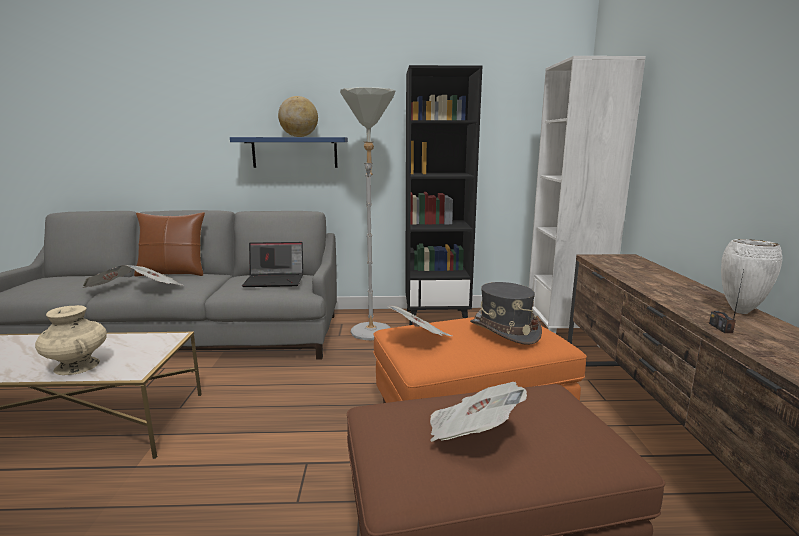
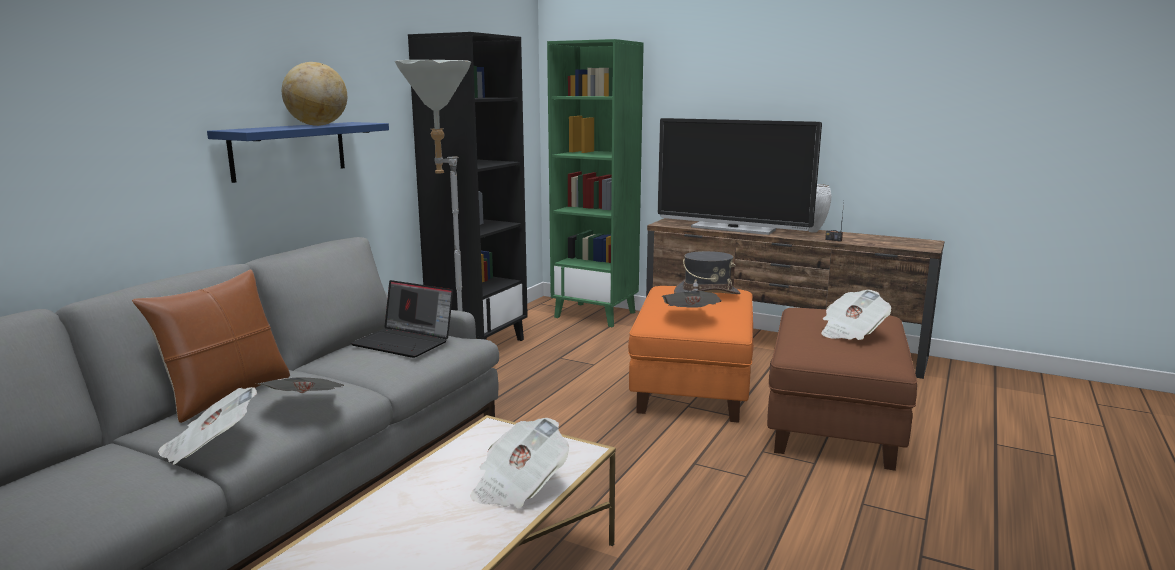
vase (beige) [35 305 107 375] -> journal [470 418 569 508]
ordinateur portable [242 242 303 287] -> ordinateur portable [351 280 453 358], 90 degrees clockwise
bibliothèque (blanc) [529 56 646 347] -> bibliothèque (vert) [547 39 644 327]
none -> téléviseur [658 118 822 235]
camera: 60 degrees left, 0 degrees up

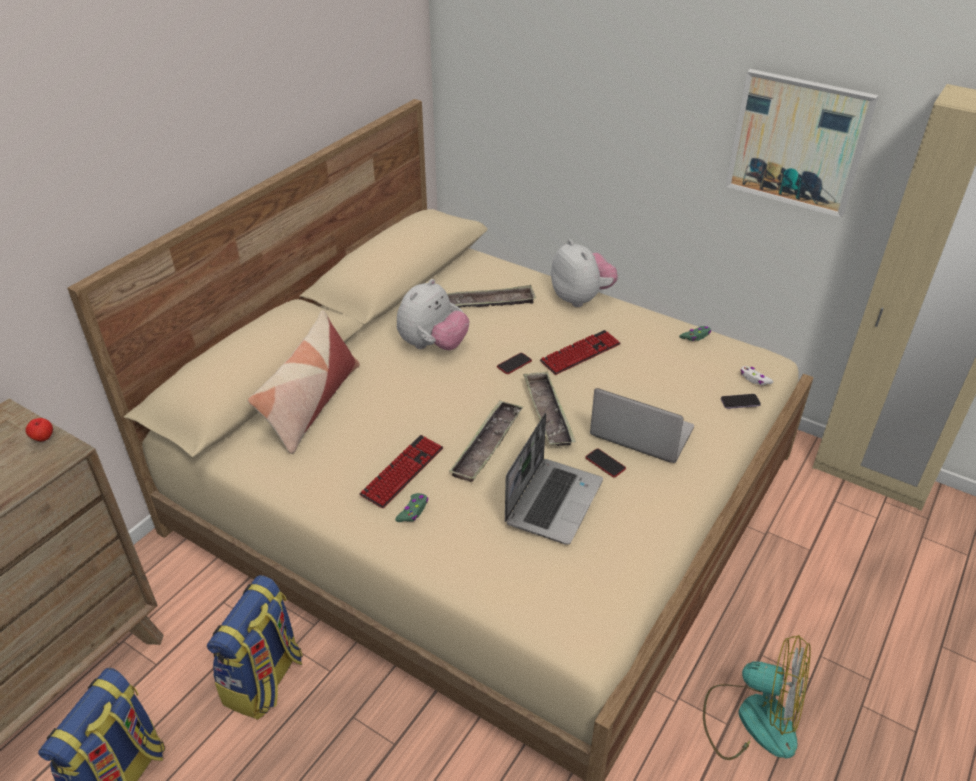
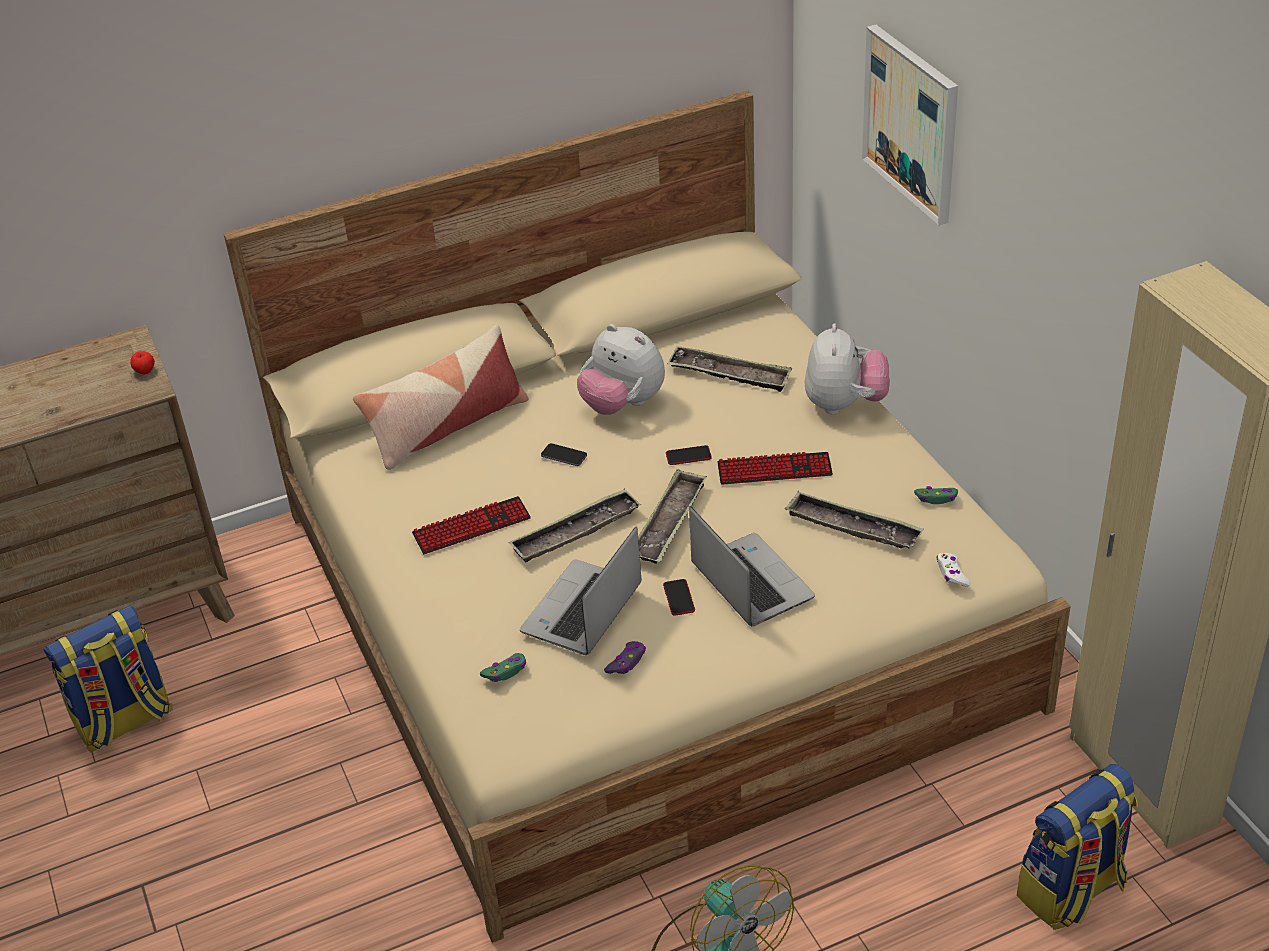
sac à dos [207 575 303 720] -> sac à dos [1017 764 1137 930], move
manette (vert) [395 493 428 522] -> manette (vert) [480 653 526 682], move
peluche [397 279 469 350] -> peluche [577 324 665 415], 60 degrees clockwise
ordinateur portable [505 413 603 545] -> ordinateur portable [520 526 642 655], 150 degrees clockwise
téléphone [721 394 761 409] -> téléphone [541 443 587 466], move
tableau [725 69 878 218] -> tableau [862 25 958 226], move
none -> manette (violet) [604 641 646 674]
none -> plateau [785 492 924 549]
camera: 35 degrees right, 0 degrees up

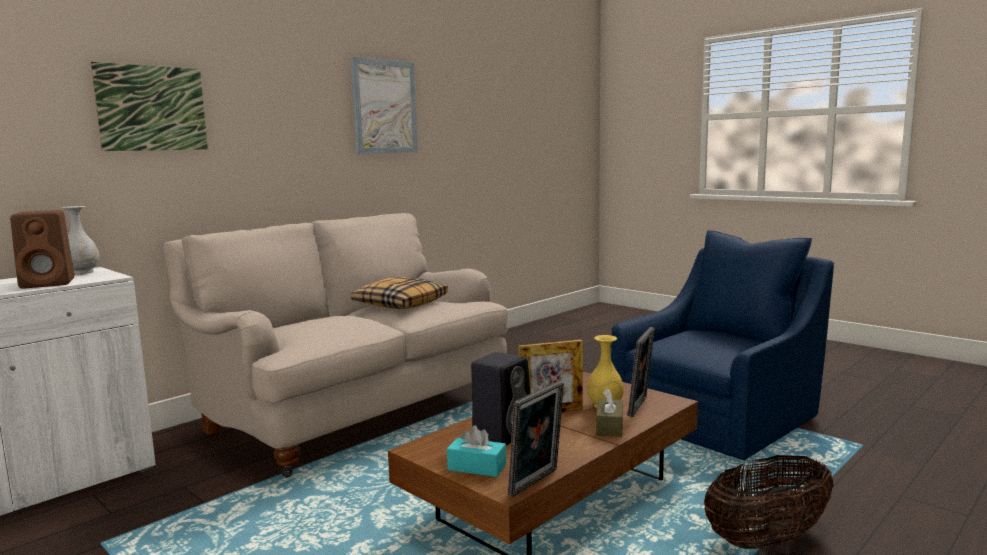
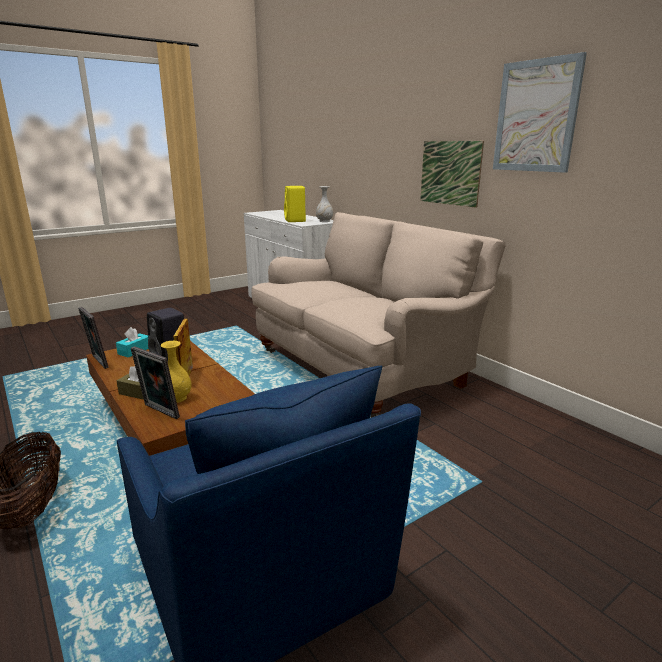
enceinte (marron) [10 210 74 289] -> enceinte (jaune) [284 186 306 222]
tableau [90 62 208 151] -> tableau [420 141 484 208], move
coussin [351 277 448 309] -> none
camera: 100 degrees right, 10 degrees up

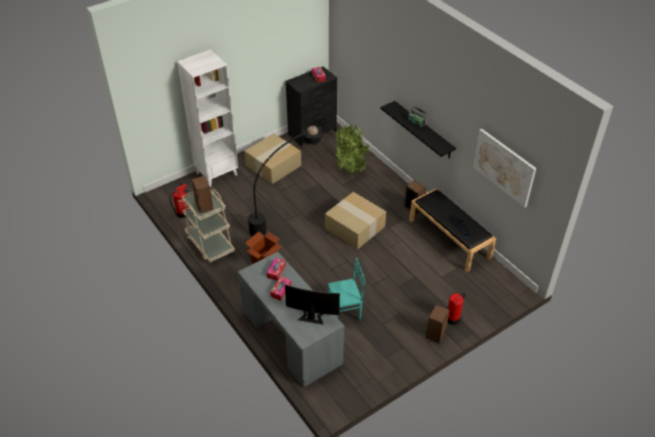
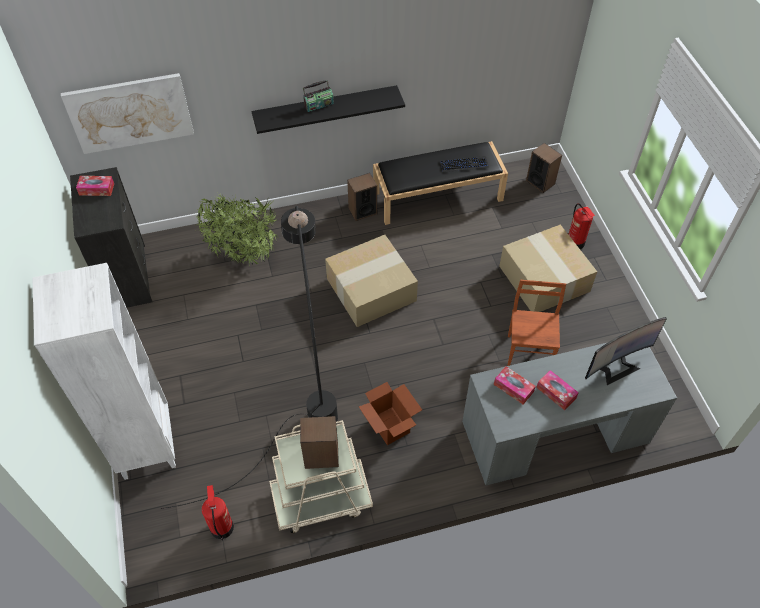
carton [244 134 301 184] -> carton [499 225 597 312], move
écran d'ordinateur [285 284 340 325] -> écran d'ordinateur [585 317 667 385], 150 degrees counterclockwise
chaise (turquoise) [328 258 365 321] -> chaise (marron) [507 280 566 366]
enceinte [426 305 450 343] -> enceinte [526 143 562 193], move
tableau [473 129 536 208] -> tableau [61 73 194 154], move
camera: 70 degrees left, 10 degrees up

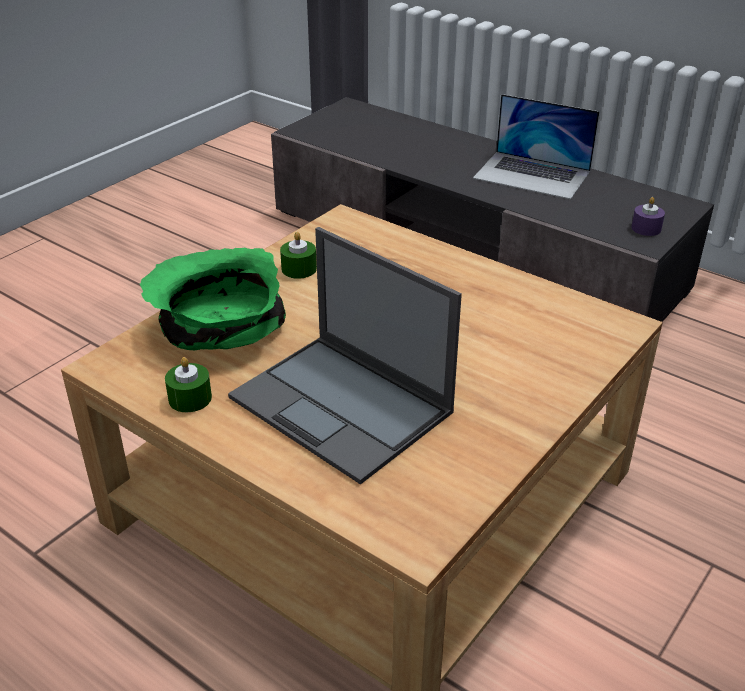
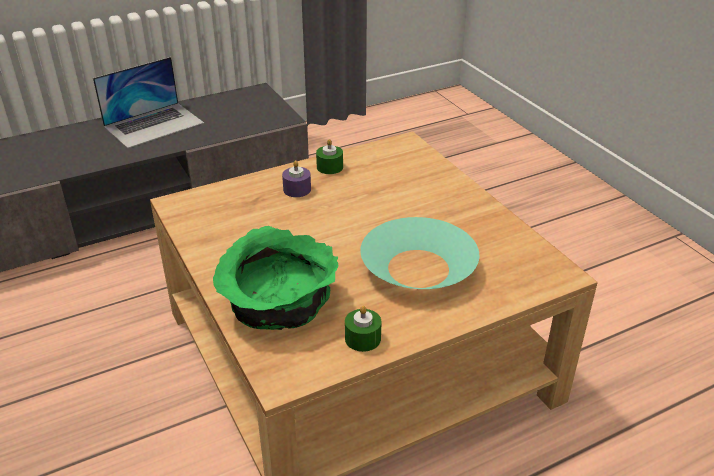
ordinateur portable [228 227 462 485] -> bol (turquoise) [360 217 479 289]
bougie (vert) [280 232 317 279] -> bougie (vert) [316 139 343 174], move
bougie (violet) [631 197 665 236] -> bougie (violet) [282 161 311 197], move
camera: 65 degrees left, 0 degrees up

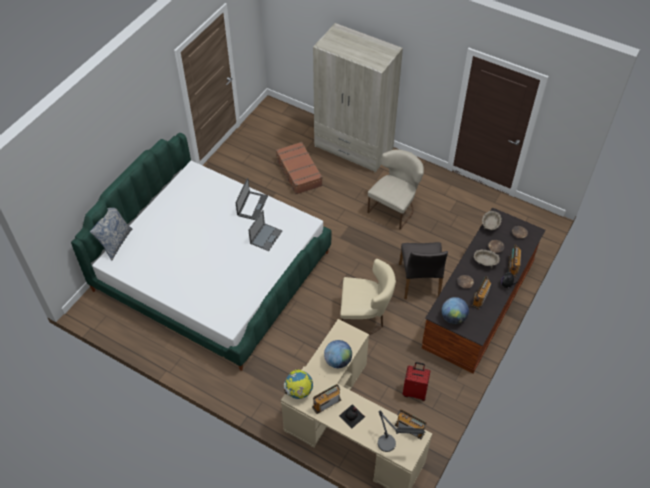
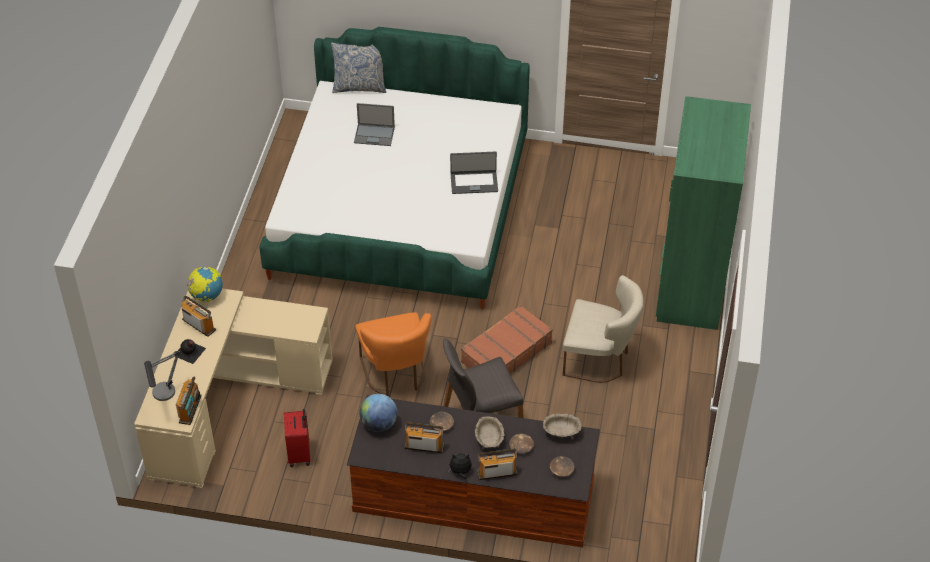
ordinateur portable [248 210 283 251] -> ordinateur portable [354 103 395 146], move
valise (marron) [276 142 322 194] -> valise (marron) [461 305 553 374], move
armoire (beige) [313 23 403 172] -> armoire (vert) [656 96 751 330]
globe [324 340 352 368] -> none
chaise (beige) [340 259 396 335] -> chaise (orange) [356 312 431 396]
camera: 70 degrees right, 5 degrees down

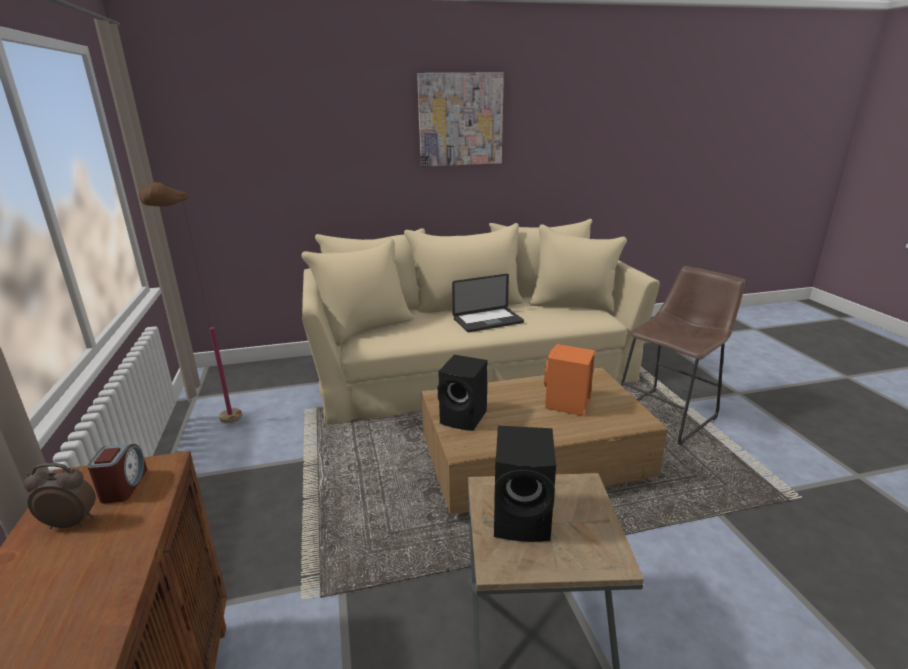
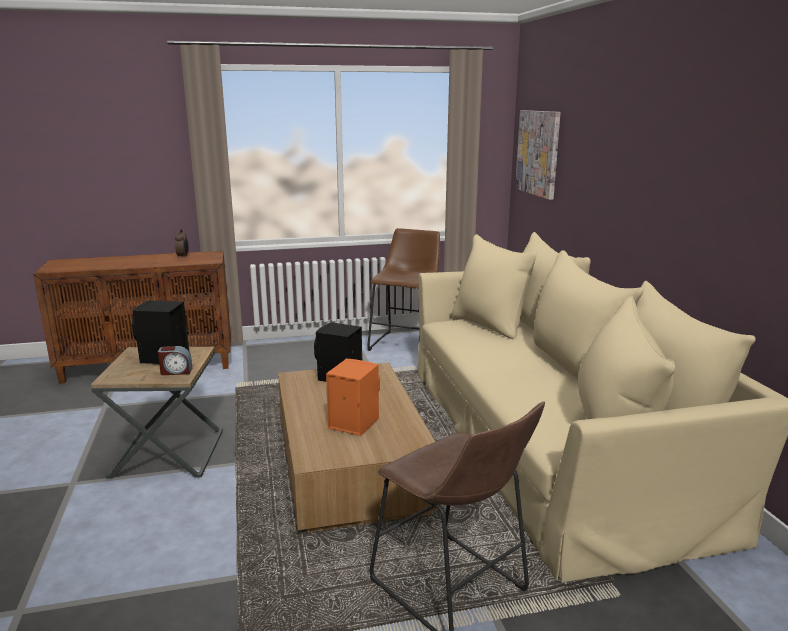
réveil [87 444 147 503] -> réveil [158 346 192 375], move
lampadaire (marron) [139 182 242 423] -> tabouret (marron) [367 228 440 351]
tableau [417 72 504 167] -> tableau [515 110 561 200], move
ordinateur portable [452 274 524 332] -> none
camera: 90 degrees right, 5 degrees down

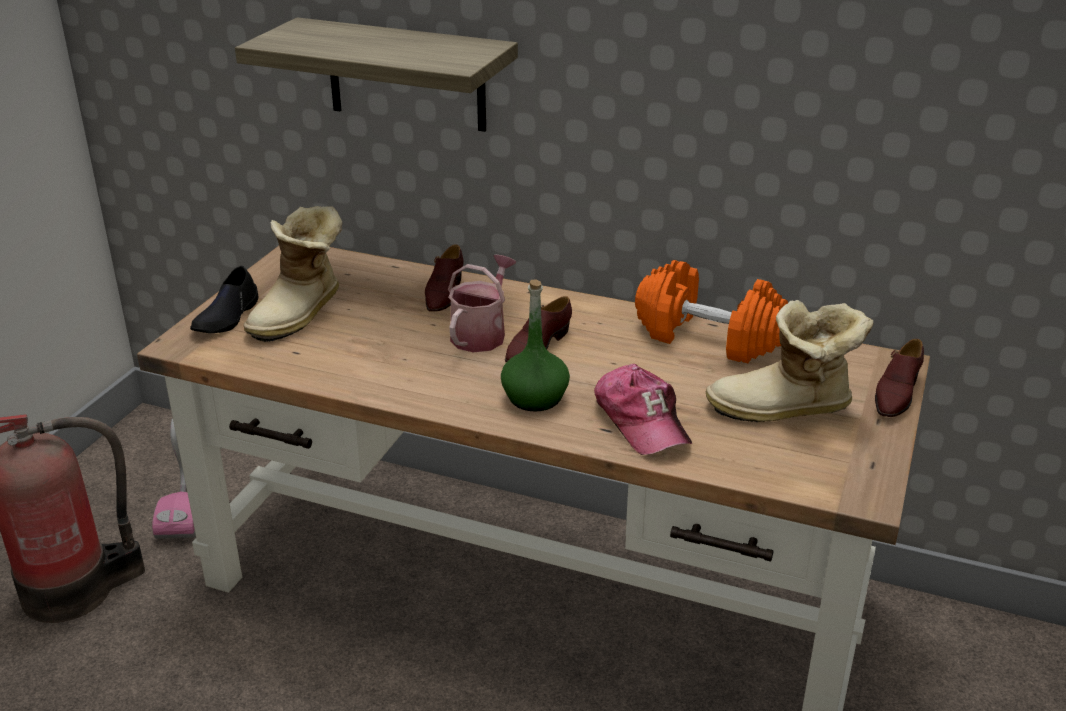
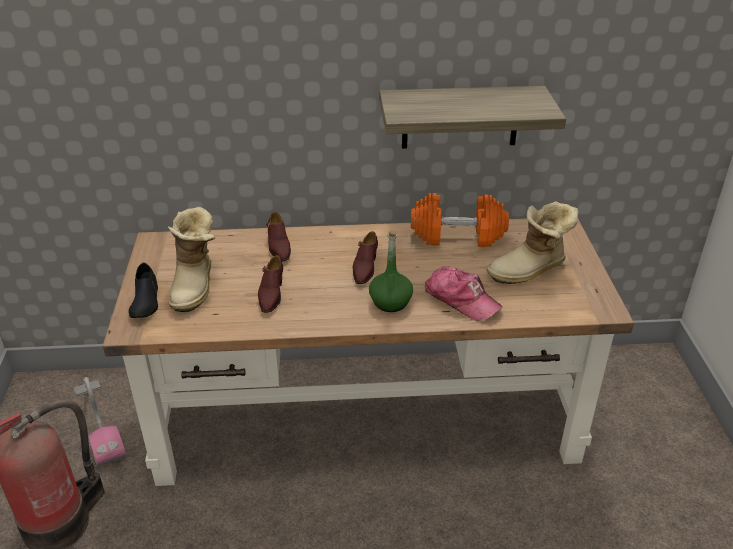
étagère [235 17 518 132] -> étagère [379 86 566 149], move
arrosoir [448 255 516 353] -> none
chaussure (marron) [875 339 924 417] -> chaussure (marron) [258 255 283 313], move
camera: 25 degrees left, 5 degrees up

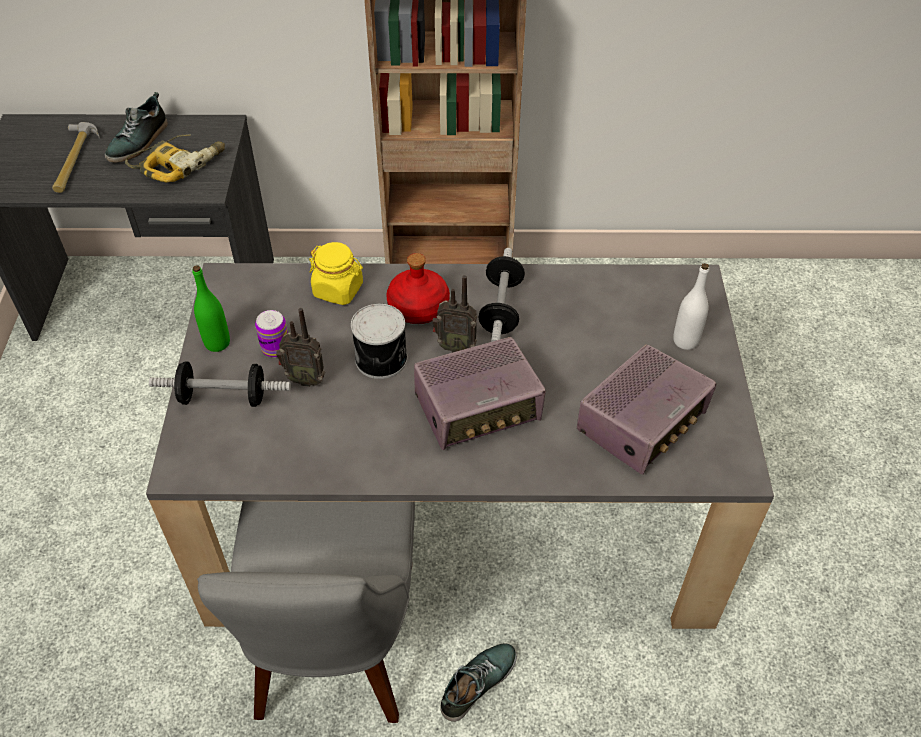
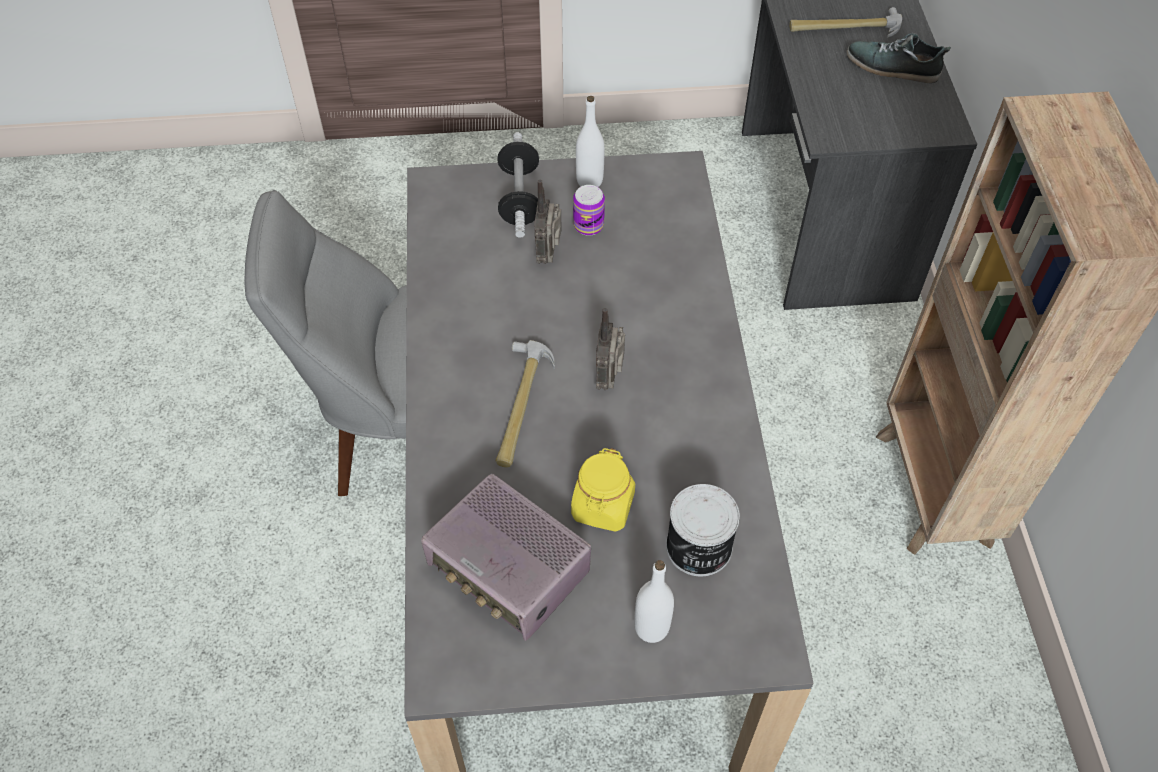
perceuse [125 134 225 183] -> none
bouteille (vert) [193 265 230 352] -> bouteille (blanc) [576 96 604 187]
bocal (jaune) [309 242 363 305] -> bocal (jaune) [571 448 635 532], move
boîte métallique [351 304 407 379] -> boîte métallique [666 484 740 577], move
bouteille (rouge) [386 253 450 324] -> none
radio [414 337 546 450] -> marteau [496 340 555 467]
chaussure [441 643 517 722] -> none
haltère [478 248 525 342] -> none
camera: 85 degrees right, 5 degrees up

